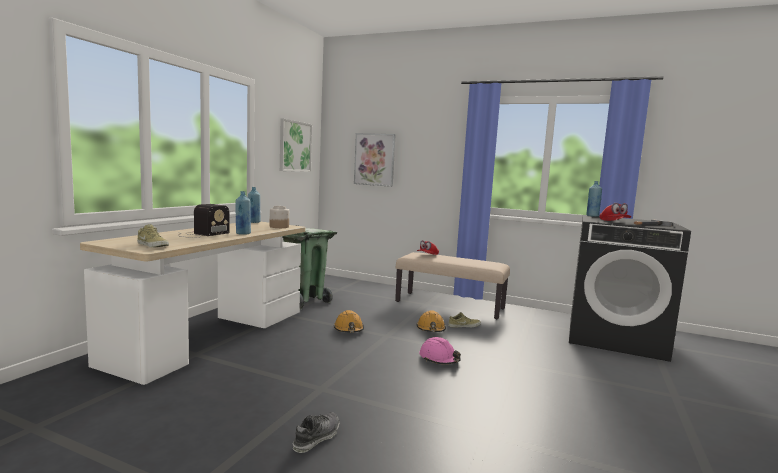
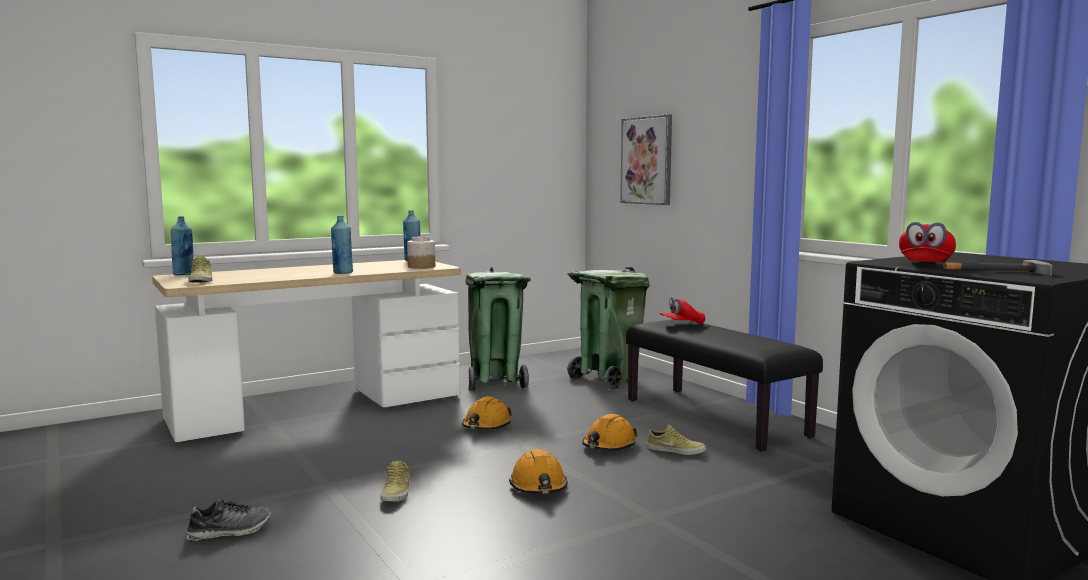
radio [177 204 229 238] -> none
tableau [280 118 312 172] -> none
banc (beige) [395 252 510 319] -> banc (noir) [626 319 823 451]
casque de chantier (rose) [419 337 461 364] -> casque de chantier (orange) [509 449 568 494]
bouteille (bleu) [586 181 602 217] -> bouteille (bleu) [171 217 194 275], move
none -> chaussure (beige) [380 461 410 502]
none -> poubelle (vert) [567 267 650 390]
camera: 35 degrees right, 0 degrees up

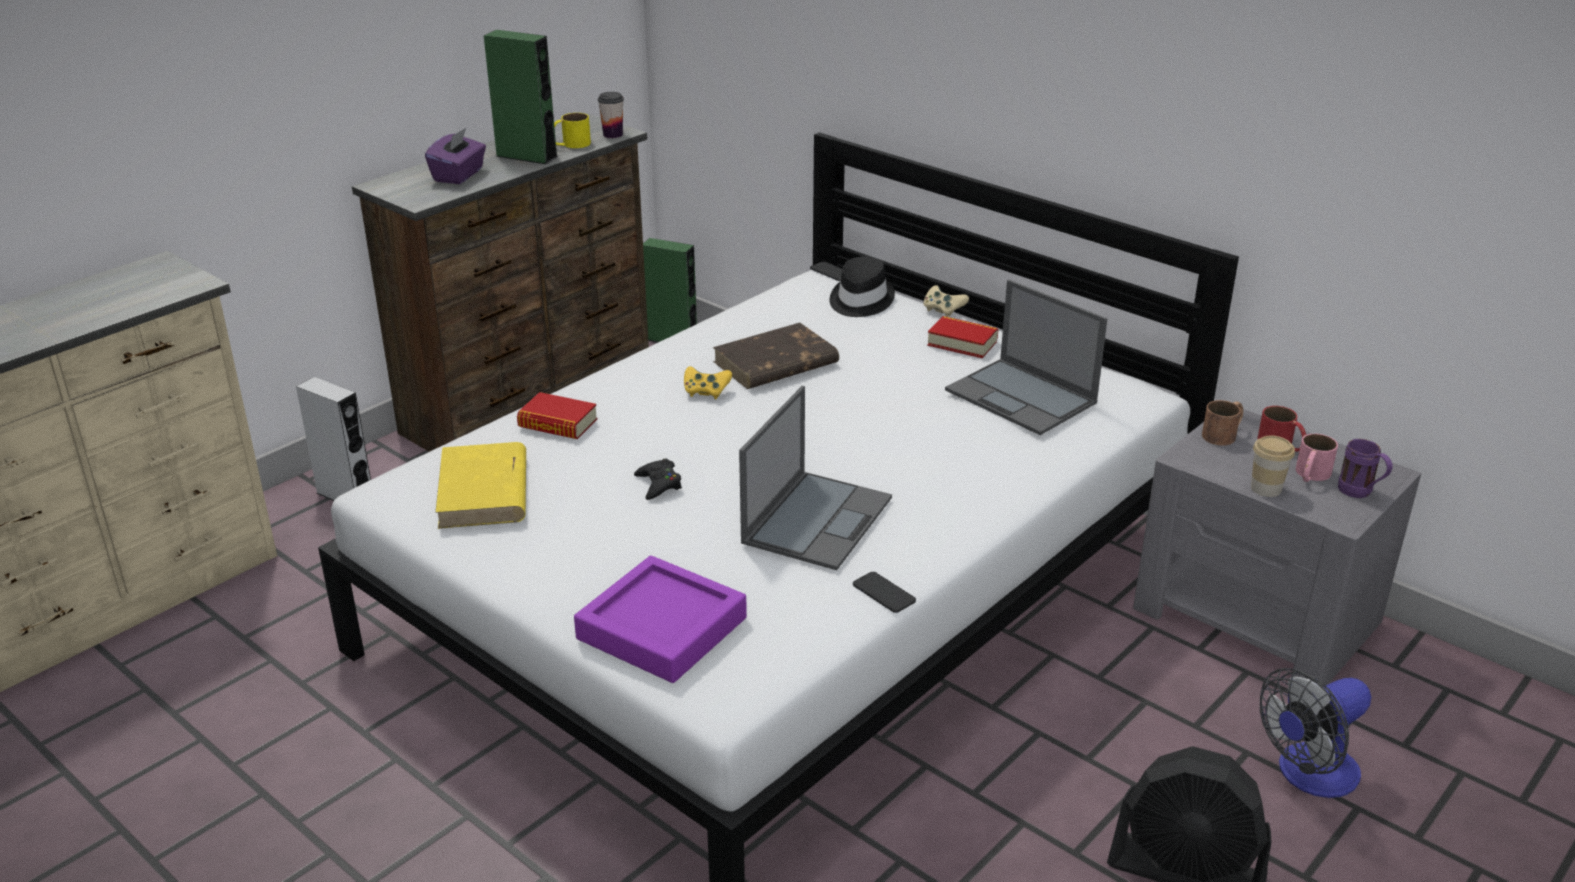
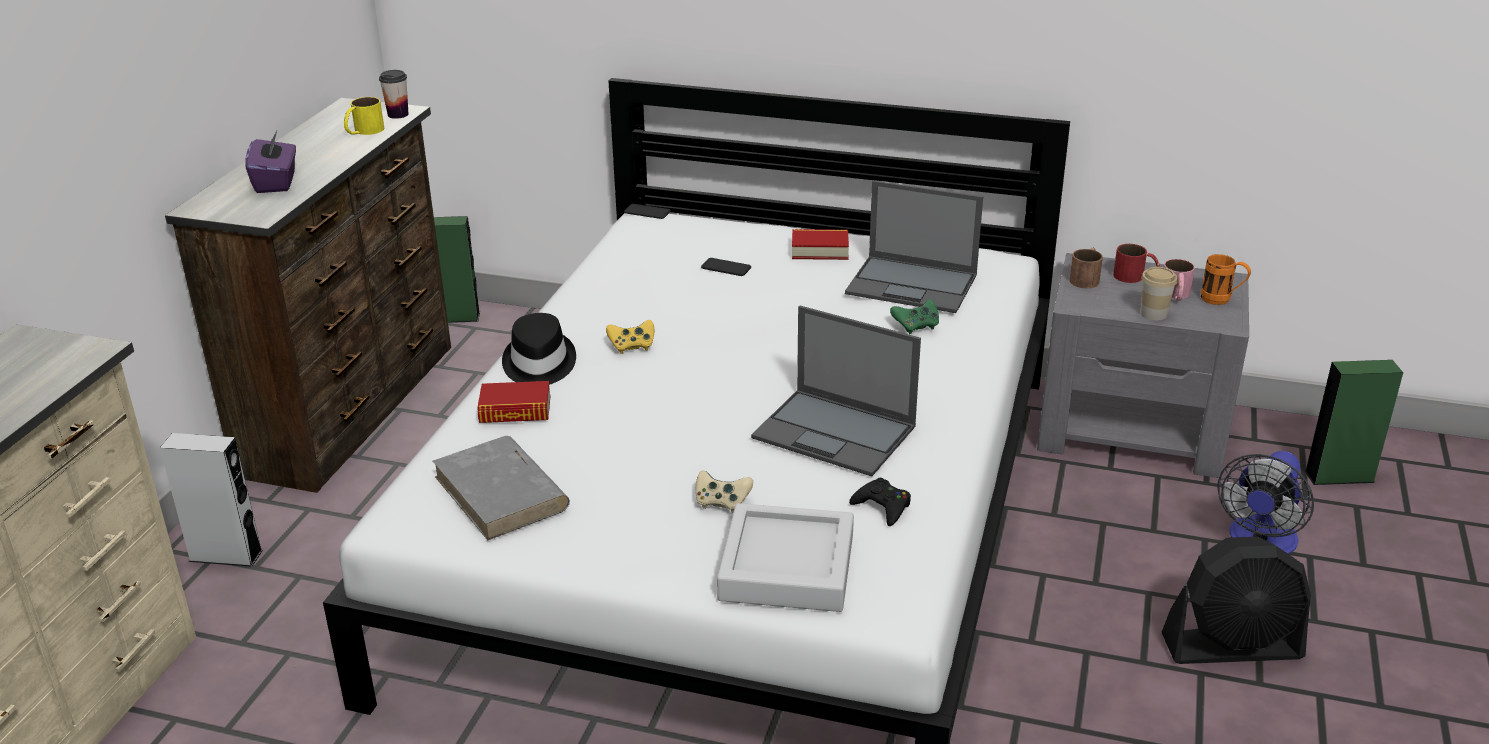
livre (jaune) [435 442 526 529] -> livre (gris) [433 436 570 540]
enceinte (vert) [484 30 558 164] -> enceinte (vert) [1304 360 1403 485], move
plateau (violet) [574 555 747 683] -> plateau (gris) [717 503 854 612]
manette (noir) [634 458 682 500] -> manette (noir) [849 478 911 526], move
livre (marron) [713 323 839 389] -> none
ordinateur portable [739 386 892 570] -> ordinateur portable [751 306 921 476], 120 degrees clockwise
chapeau (noir) [830 257 895 317] -> chapeau (noir) [502 313 576 385], move
téléphone [853 572 916 613] -> téléphone [701 258 751 276], move
manette (beige) [923 285 969 317] -> manette (beige) [696 470 753 513], move
mug (violet) [1338 439 1392 498] -> mug (orange) [1201 254 1251 305]
none -> manette (vert) [890 299 939 334]
camera: 25 degrees left, 0 degrees up

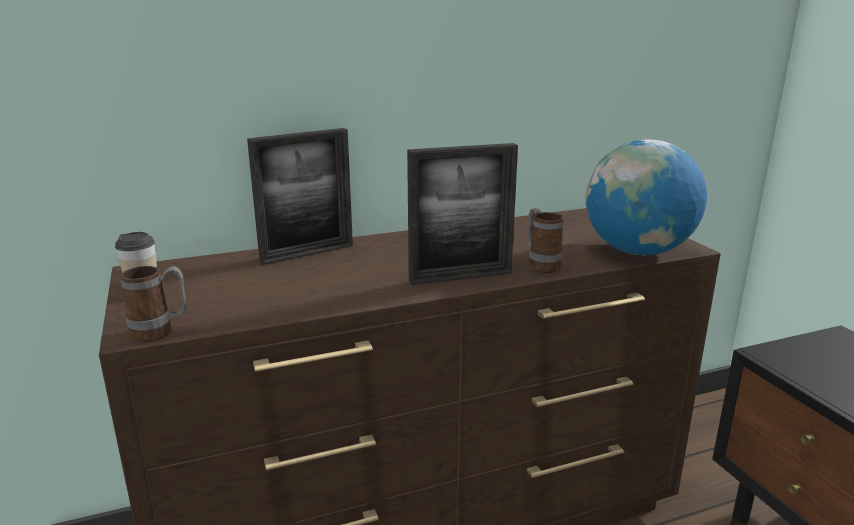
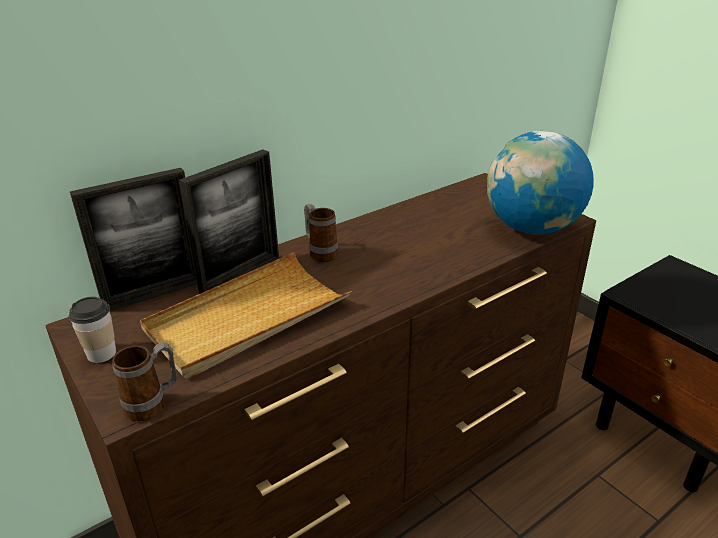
cadre photo [407 143 518 285] -> cadre photo [70 168 197 311], move
mug [528 208 563 273] -> mug [304 204 338 262], move
none -> plateau (beige) [140 252 352 378]
camera: 15 degrees left, 10 degrees up

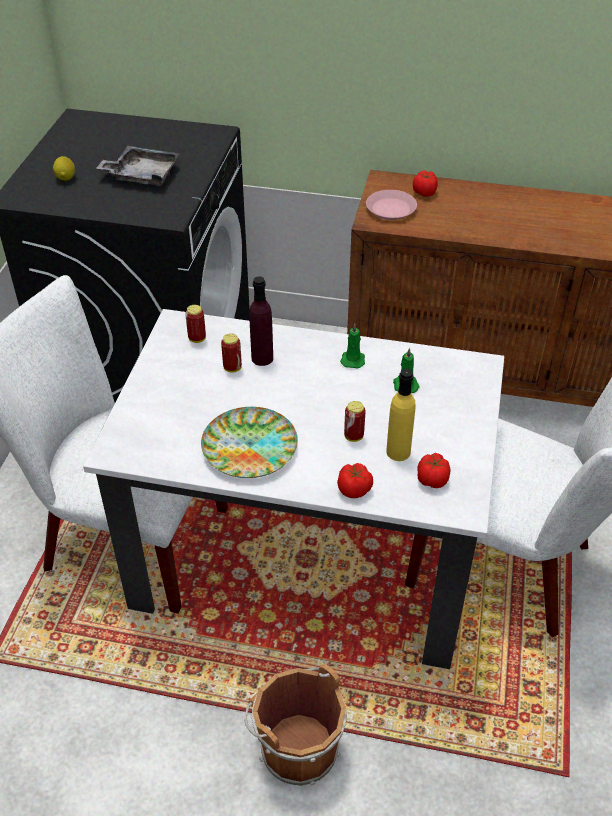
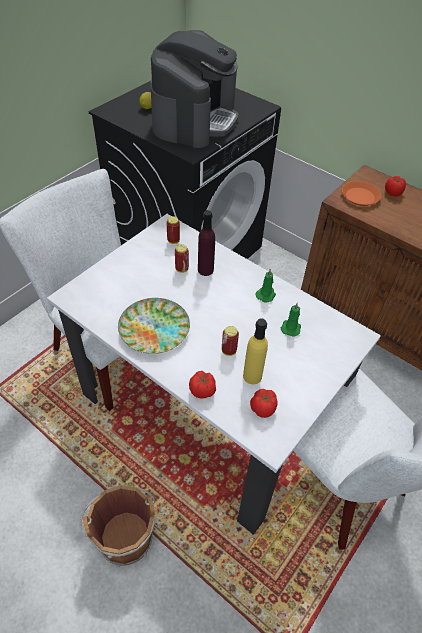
plateau (gris) [96 146 179 186] -> machine à café [151 30 238 148]
assiette (rose) [366 190 417 220] -> assiette (orange) [342 181 381 206]
camera: 25 degrees right, 5 degrees up

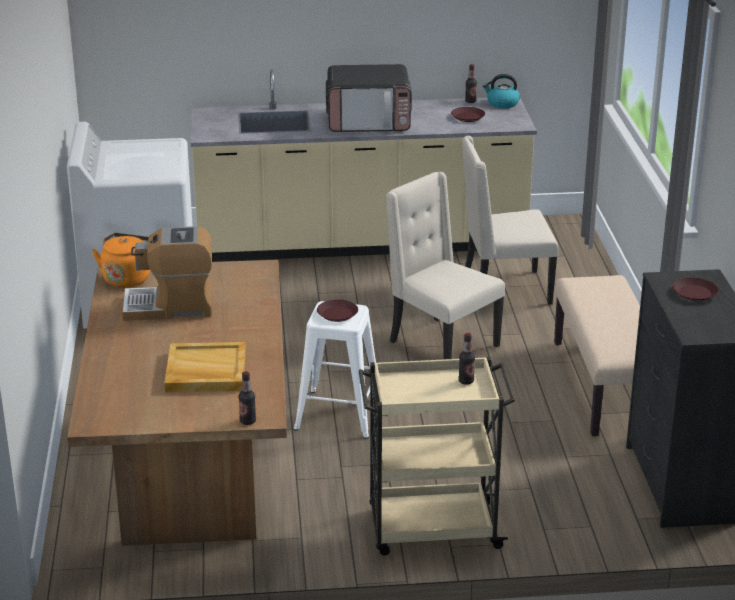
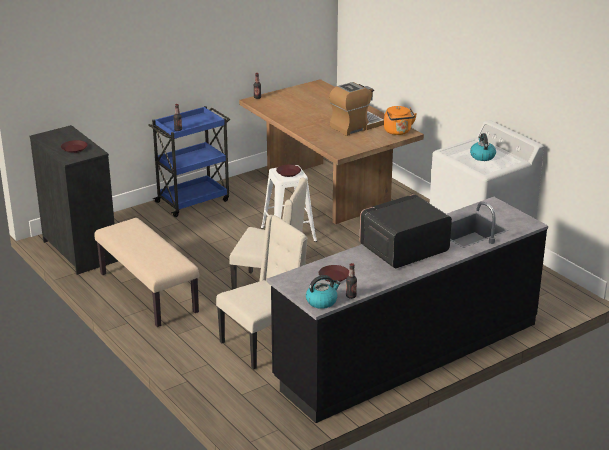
plateau (beige) [164 342 246 392] -> none
comptoir de cuisine (beige) [191 69 537 262] -> comptoir de cuisine (noir) [267 197 548 423]
chariot (beige) [358 357 515 556] -> chariot (bleu) [148 106 230 217]
none -> bouilloire [470 133 496 161]
camera: 150 degrees right, 0 degrees up

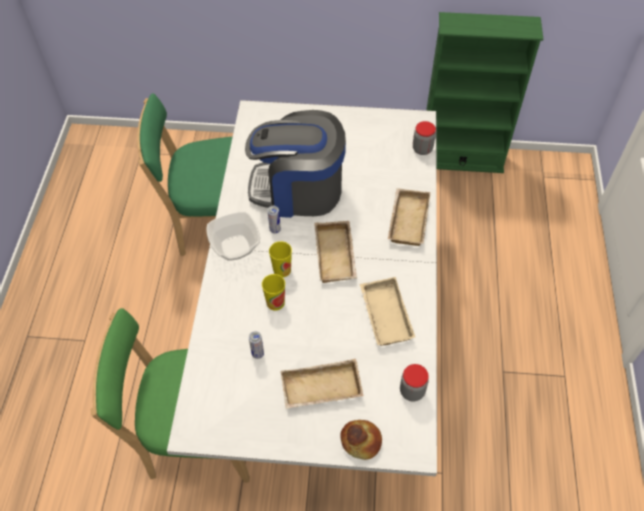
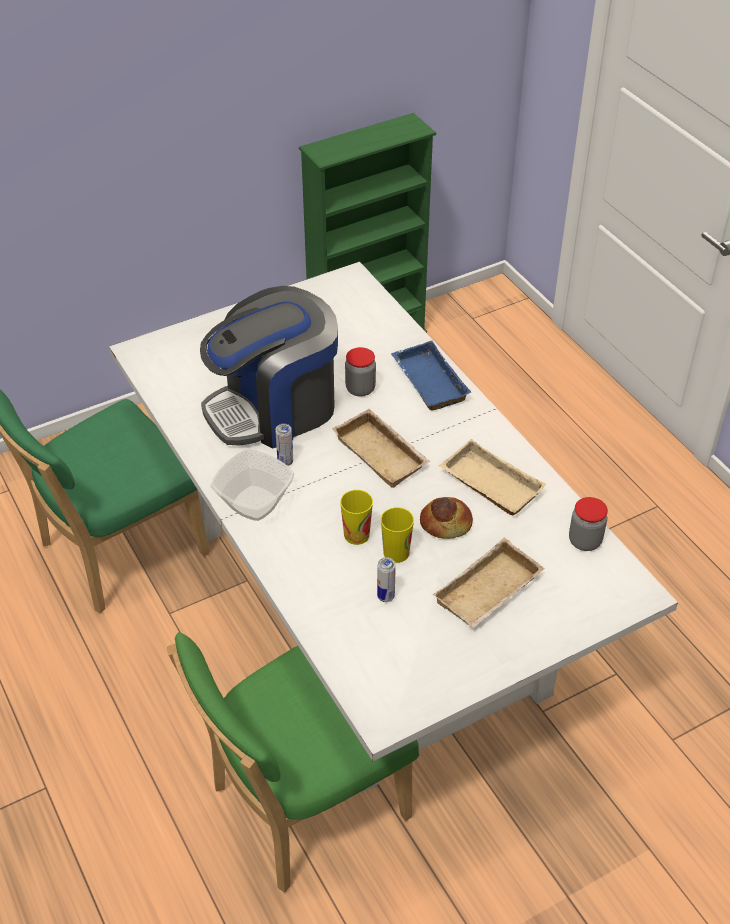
tasse [269 241 292 277] -> tasse [381 507 414 563], move
pain [340 420 382 460] -> pain [420 497 473 539], move
plateau (beige) [388 188 431 246] -> plateau (bleu) [391 341 471 411]
bocal [413 121 436 155] -> bocal [345 347 376 397], move
camera: 35 degrees left, 10 degrees down

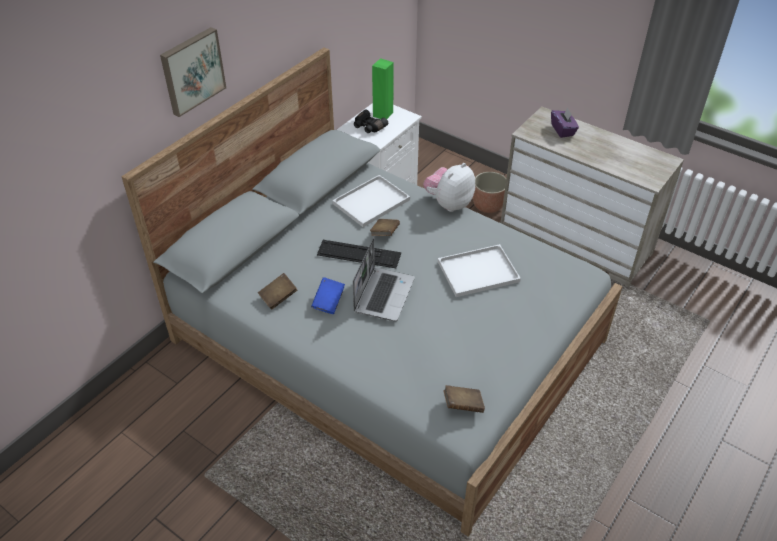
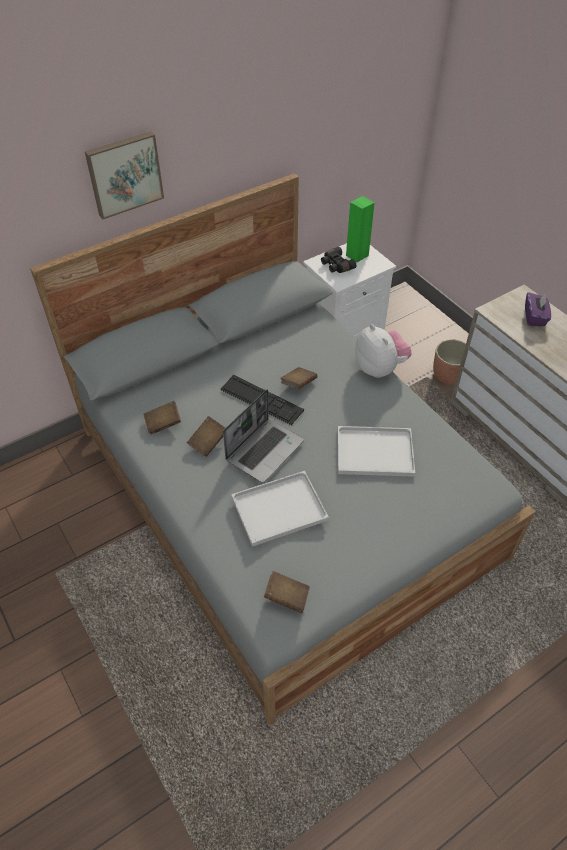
livre (bleu) [311 277 345 314] -> livre (marron) [187 416 225 457]
plateau (blanc) [332 175 410 227] -> plateau (blanc) [231 471 329 547], move
peluche [423 163 475 212] -> peluche [355 324 412 378], 90 degrees clockwise
camera: 20 degrees right, 5 degrees up

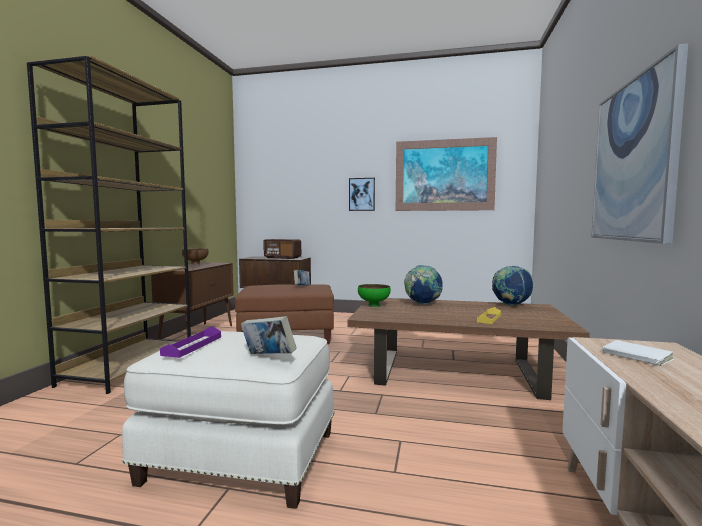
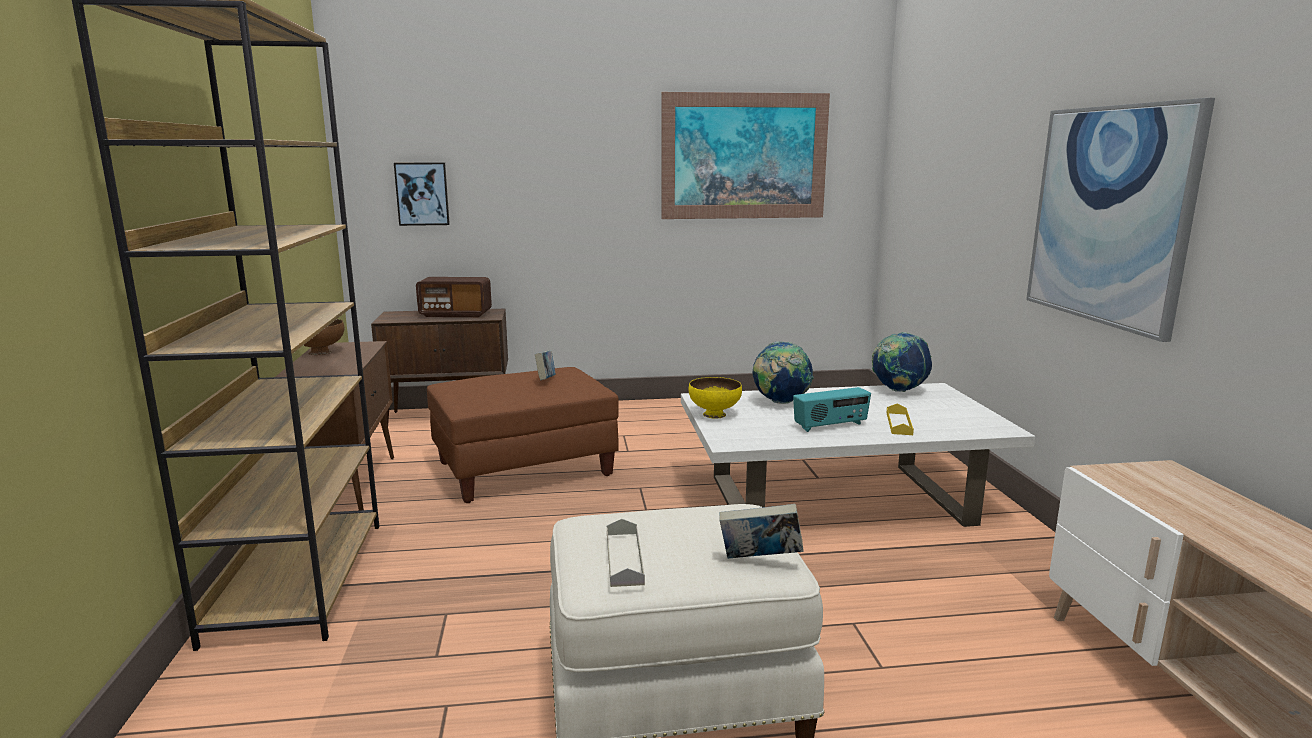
plateau (violet) [160 326 221 358] -> plateau (gris) [607 519 645 587]
table basse (marron) [347 298 590 400] -> table basse (blanc) [681 383 1035 527]
tableau [349 178 375 211] -> tableau [394 162 450 226], move
bol (vert) [358 284 391 307] -> bol (jaune) [689 377 742 418]
livre (blanc) [602 340 674 366] -> none
none -> radio [793 387 871 432]
camera: 20 degrees left, 10 degrees up

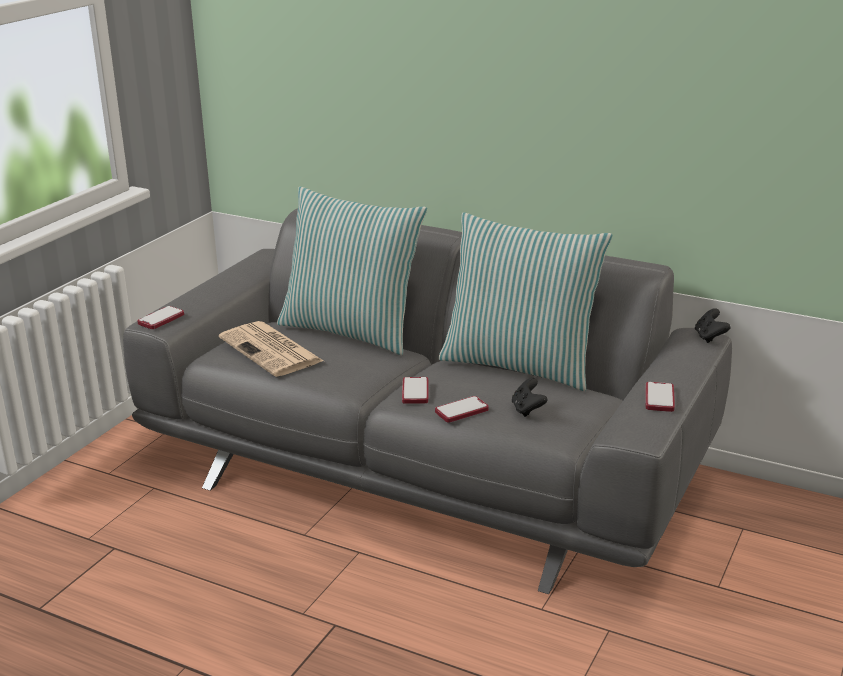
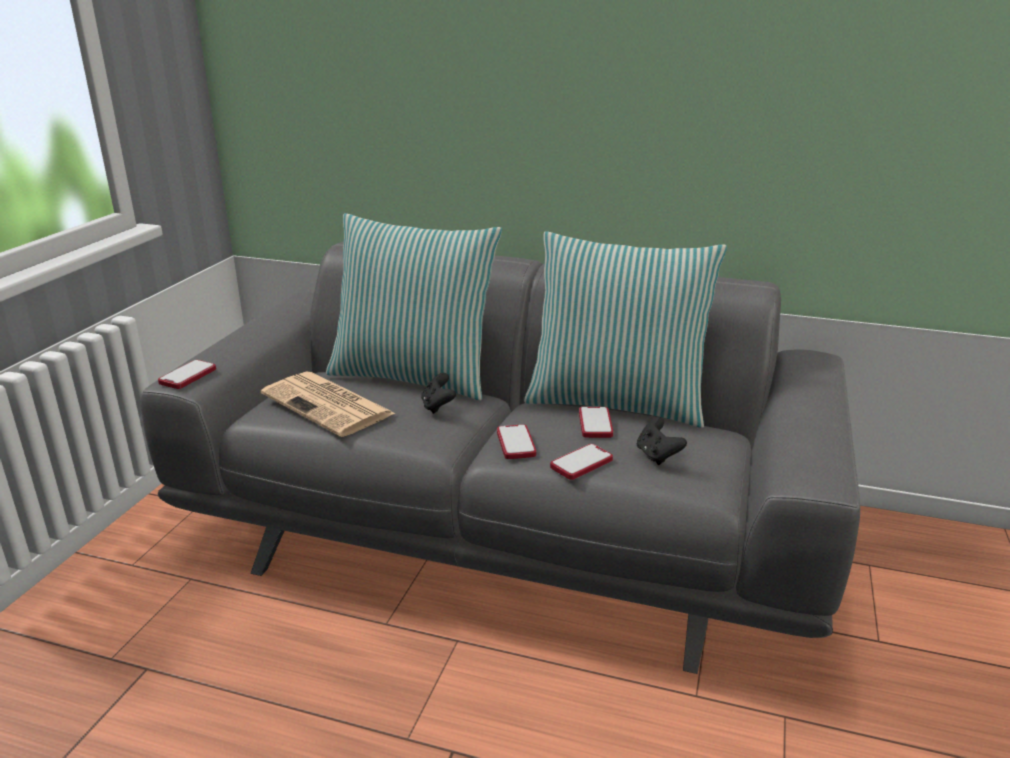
téléphone [645 382 675 412] -> téléphone [579 407 613 438], move
manette (noir) [695 308 731 343] -> manette (noir) [421 373 456 414], move
camera: 10 degrees left, 0 degrees up

